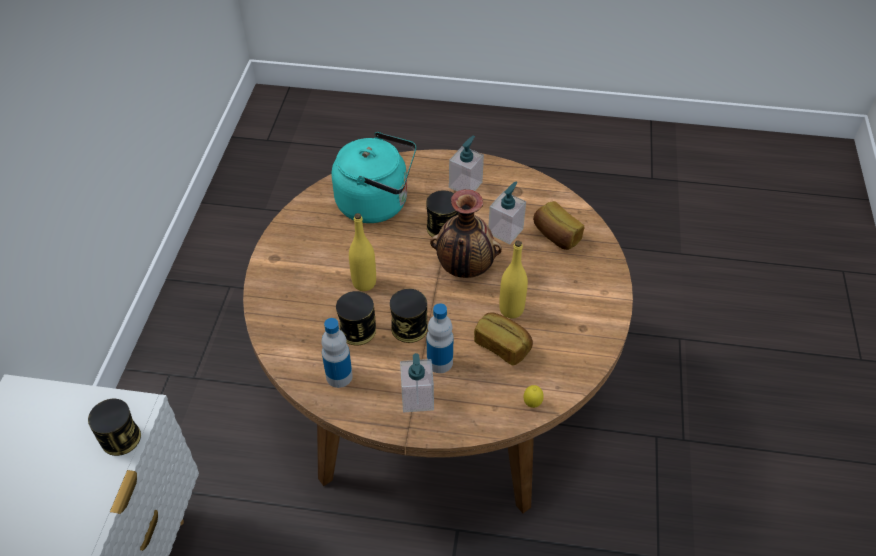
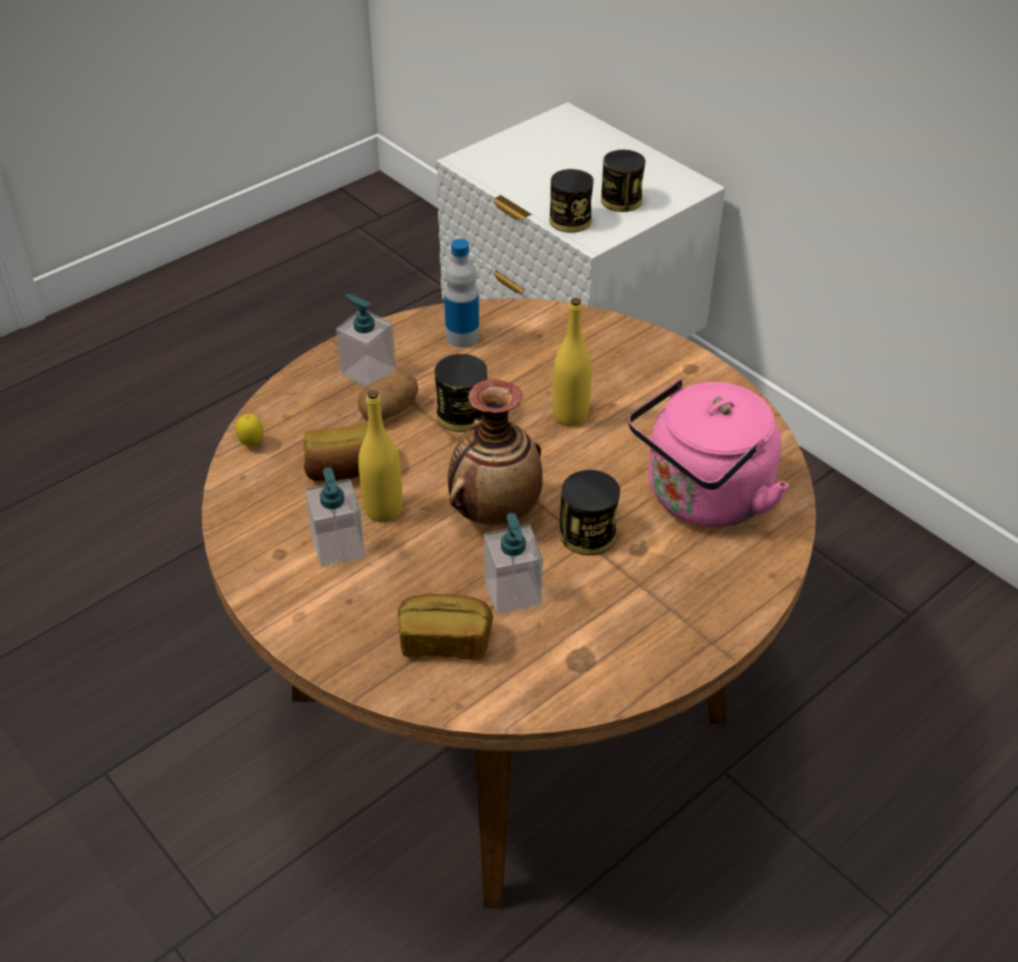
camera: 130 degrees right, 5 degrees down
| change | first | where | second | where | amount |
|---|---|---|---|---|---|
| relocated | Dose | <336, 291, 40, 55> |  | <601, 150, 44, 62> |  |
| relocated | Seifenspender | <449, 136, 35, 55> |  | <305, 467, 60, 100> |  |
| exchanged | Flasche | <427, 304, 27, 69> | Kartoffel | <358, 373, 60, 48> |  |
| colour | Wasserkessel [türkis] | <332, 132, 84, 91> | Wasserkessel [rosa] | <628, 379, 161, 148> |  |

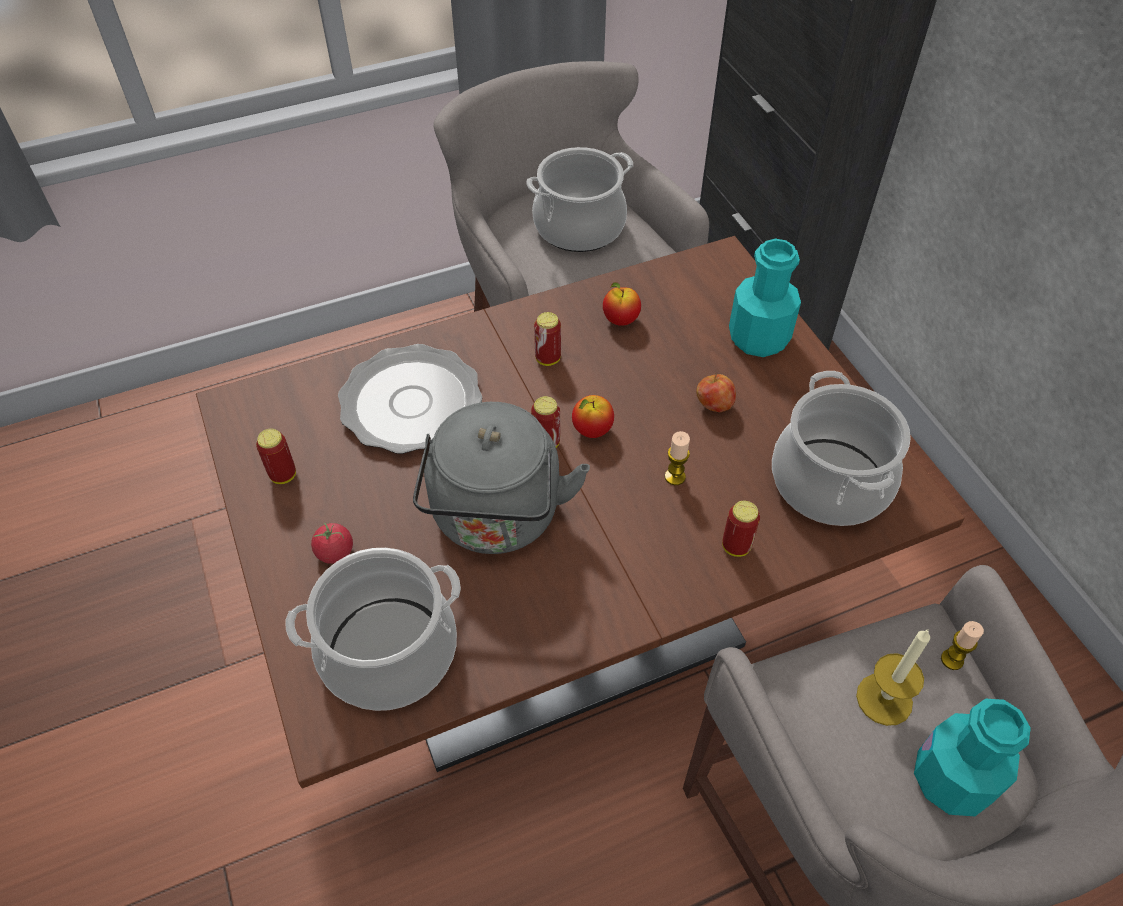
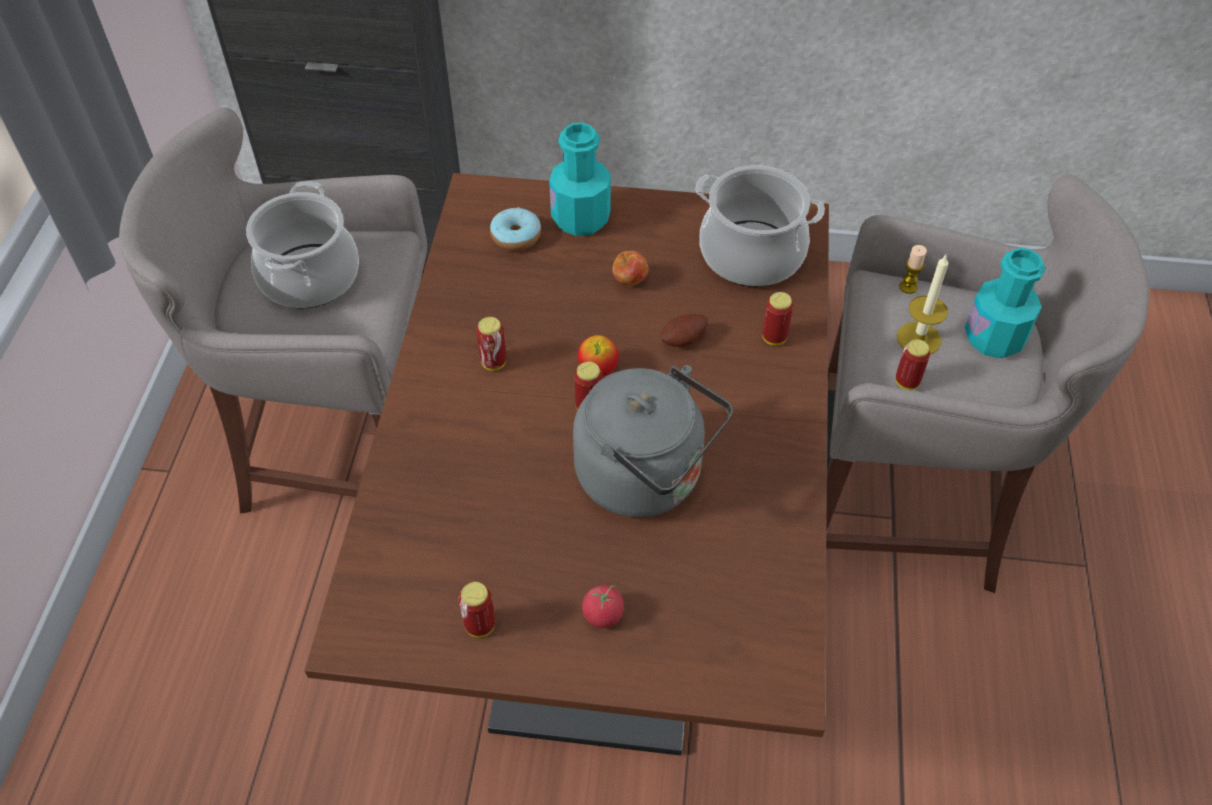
camera: 60 degrees left, 0 degrees up
| change | first | where | second | where | amount |
|---|---|---|---|---|---|
| missing | Kochtopf | <285, 548, 176, 163> |  |  |  |
| missing | Teller | <338, 344, 144, 110> |  |  |  |
| missing | Apfel | <603, 282, 38, 44> |  |  |  |
| appeared |  |  | Donut | <490, 207, 51, 44> |  |
| appeared |  |  | Dose | <895, 339, 35, 51> |  |
| exchanged | Kerze | <665, 431, 25, 54> | Kartoffel | <661, 314, 47, 33> |  |

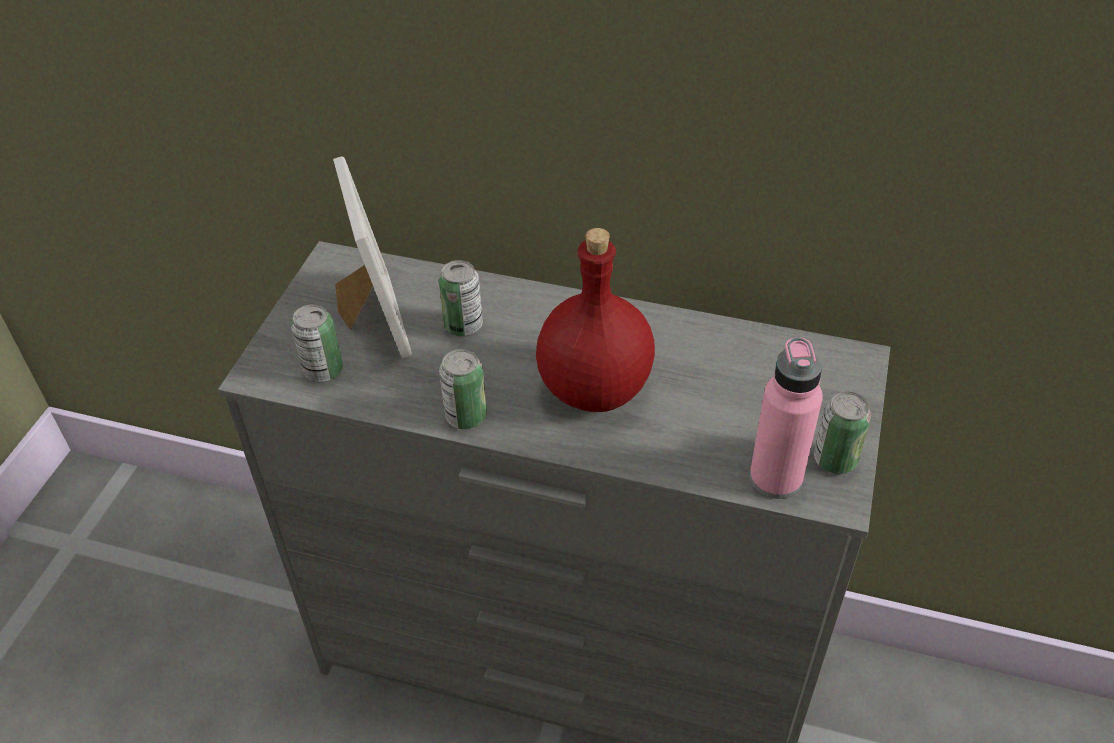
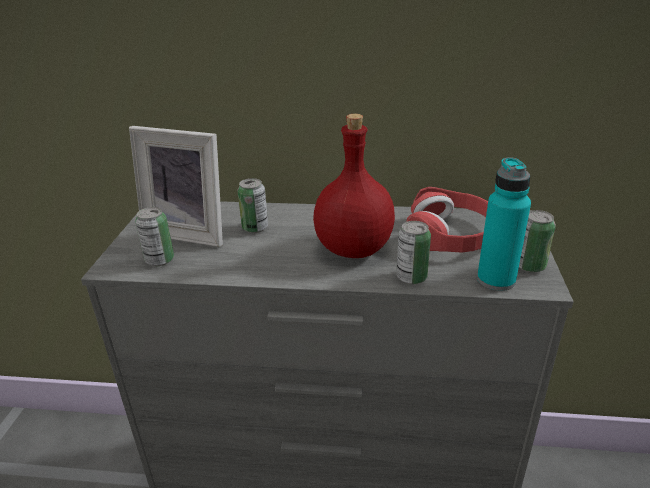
camera: 10 degrees left, 15 degrees down
| change | first | where | second | where | amount |
|---|---|---|---|---|---|
| appeared |  |  | Kopfhörer [rot] | <406, 187, 82, 66> |  |
| relocated | Dose | <439, 349, 48, 80> |  | <396, 221, 35, 63> |  |
| colour | Flasche [rosa] | <750, 337, 73, 162> | Flasche [türkis] | <477, 157, 54, 134> |  |
| spun | Bilderrahmen | <333, 156, 79, 203> |  | <129, 126, 94, 121> | 135 degrees clockwise |

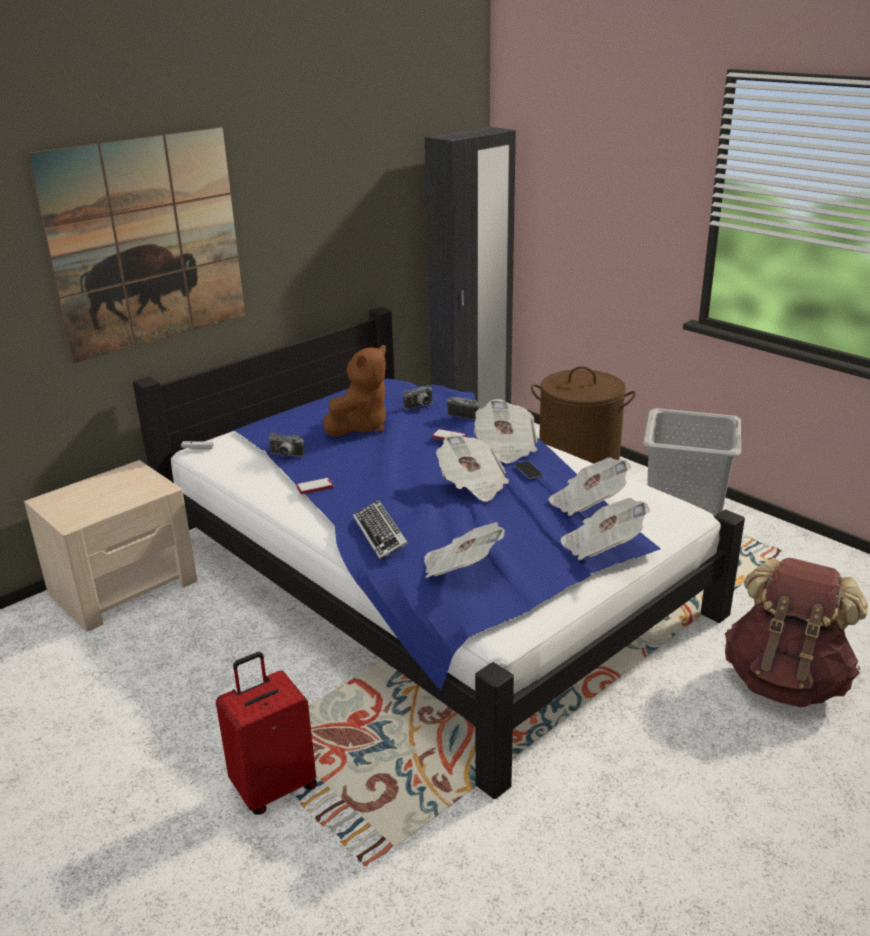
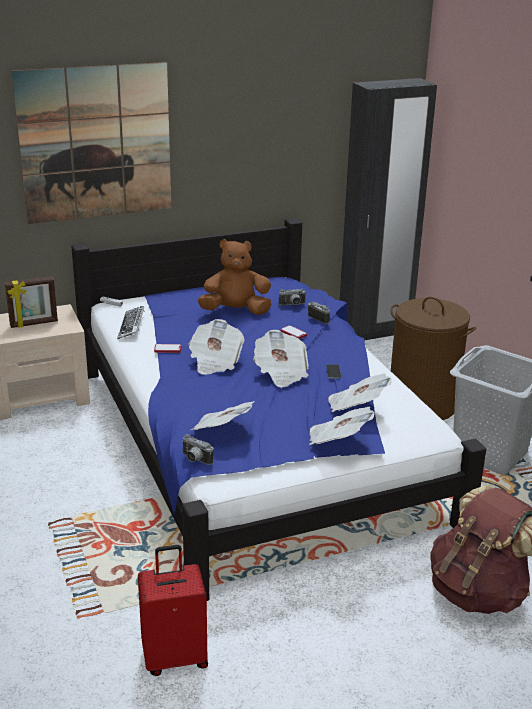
camera: 20 degrees right, 0 degrees up
| change | first | where | second | where | amount |
|---|---|---|---|---|---|
| appeared |  |  | Bilderrahmen | <5, 276, 53, 52> |  |
| relocated | Koffer [rot] | <216, 652, 101, 163> |  | <138, 545, 70, 131> |  |
| relocated | Kamera | <268, 433, 37, 24> |  | <182, 434, 32, 31> |  |
| relocated | Tastatur | <353, 500, 55, 60> |  | <117, 306, 27, 33> |  |
| relocated | Zeitung | <474, 399, 63, 64> |  | <188, 319, 57, 56> |  |
| spun | Plüschtier [braun] | <323, 345, 63, 92> |  | <198, 239, 73, 76> | 150 degrees counterclockwise |

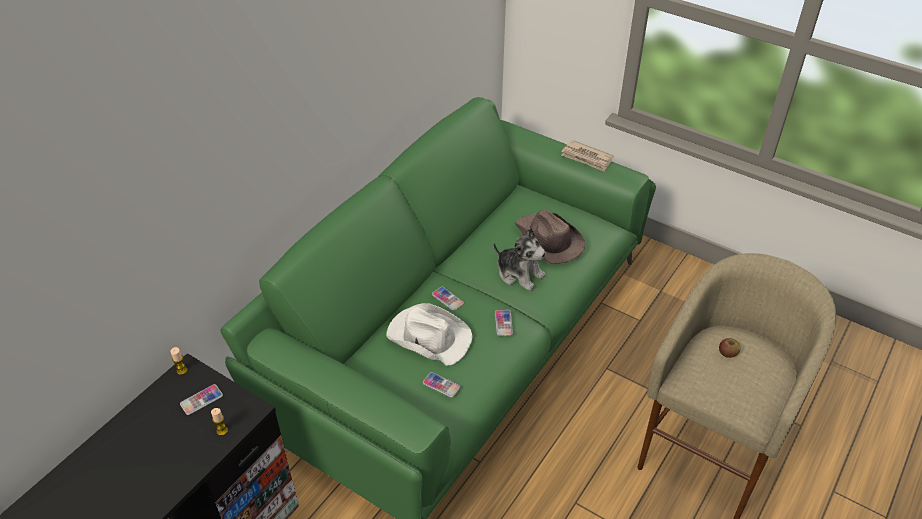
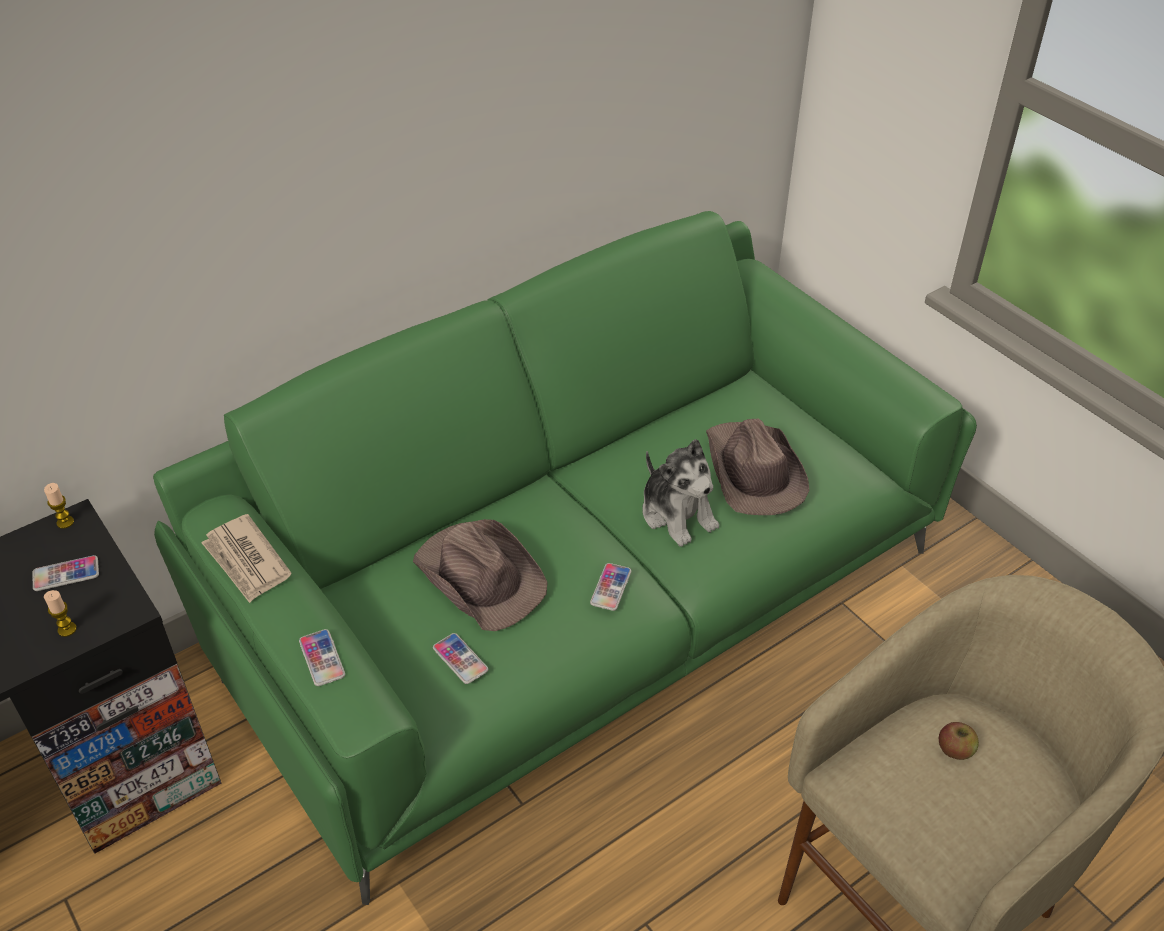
camera: 20 degrees right, 0 degrees up
| change | first | where | second | where | amount |
|---|---|---|---|---|---|
| relocated | Handy | <432, 287, 32, 24> |  | <299, 629, 46, 57> |  |
| relocated | Zeitung | <561, 140, 53, 32> |  | <201, 514, 91, 89> |  |
| colour | Hut [weiß] | <386, 303, 87, 63> | Hut [braun] | <413, 519, 135, 112> |  |

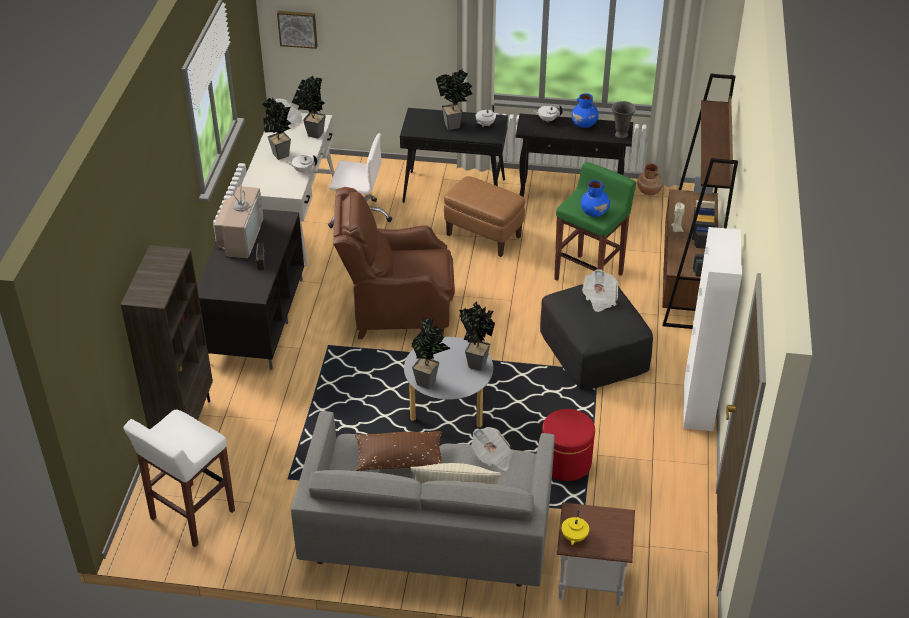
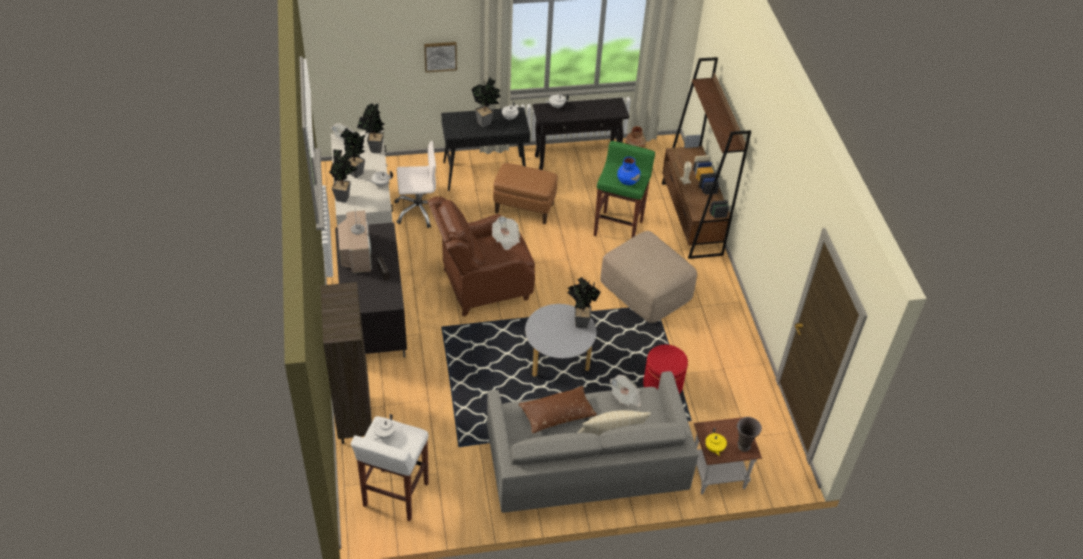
camera: 20 degrees left, 5 degrees up
| change | first | where | second | where | amount |
|---|---|---|---|---|---|
| missing | Vase [blau] | <572, 93, 27, 35> |  |  |  |
| missing | Schrank [weiß] | <683, 227, 59, 204> |  |  |  |
| appeared |  |  | Teekanne [weiß] | <373, 414, 22, 26> |  |
| relocated | Bild | <277, 11, 41, 38> |  | <424, 42, 33, 30> |  |
| relocated | Topfpflanze | <411, 317, 40, 72> |  | <329, 149, 29, 54> |  |
| relocated | Zeitung | <582, 269, 37, 43> |  | <492, 216, 28, 34> |  |
| relocated | Vase [grau] | <612, 101, 24, 37> |  | <737, 417, 25, 35> |  |
| colour | Polsterhocker [schwarz] | <540, 284, 113, 106> | Polsterhocker [beige] | <600, 231, 97, 92> |  |

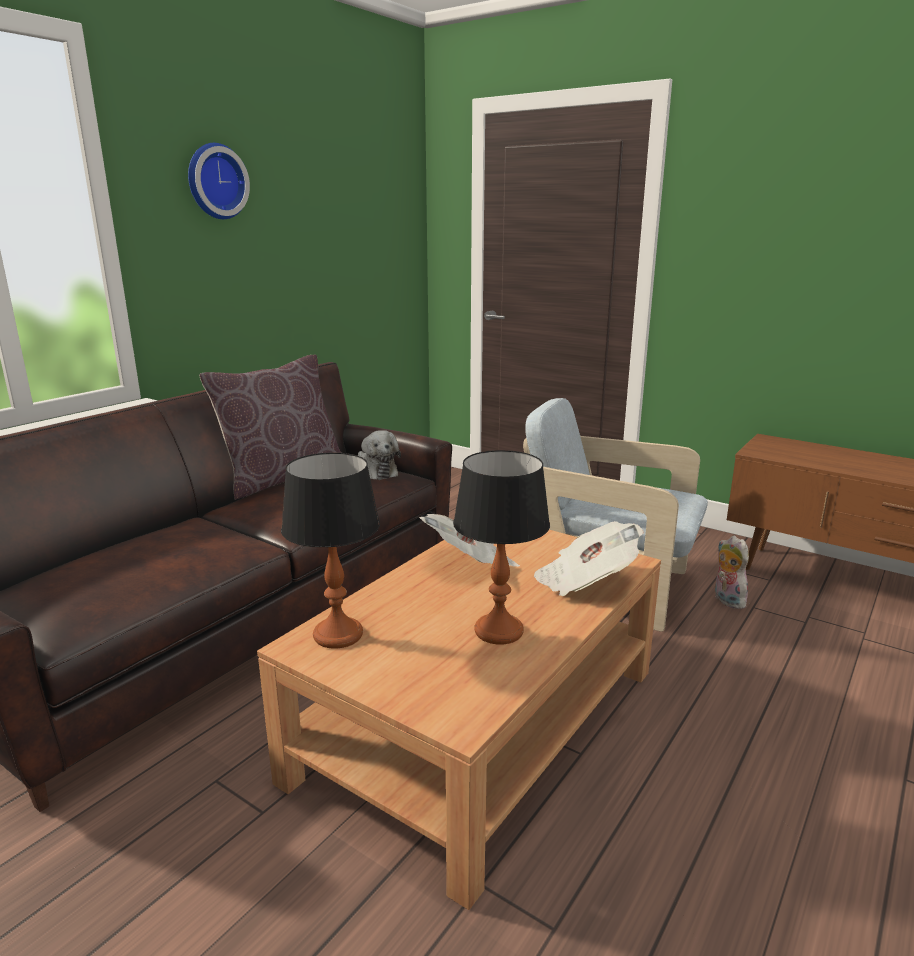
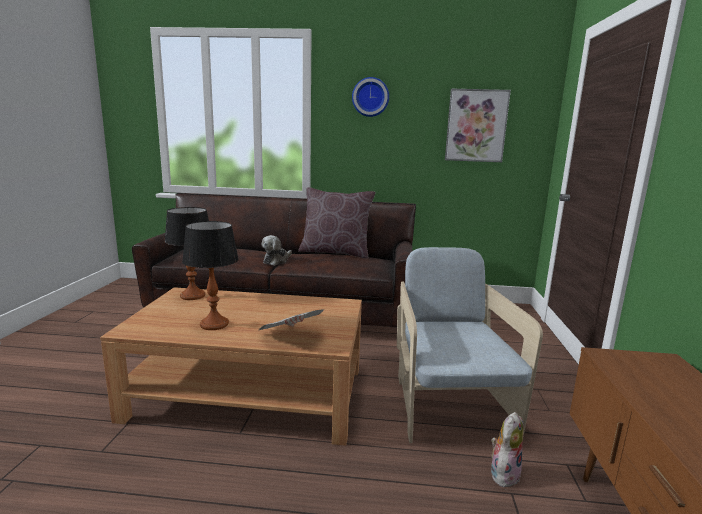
camera: 60 degrees right, 5 degrees down
| change | first | where | second | where | amount |
|---|---|---|---|---|---|
| missing | Zeitung | <419, 514, 101, 53> |  |  |  |
| appeared |  |  | Bild | <445, 89, 66, 73> |  |
| relocated | Plüschtier | <358, 430, 43, 50> |  | <261, 235, 31, 31> |  |

